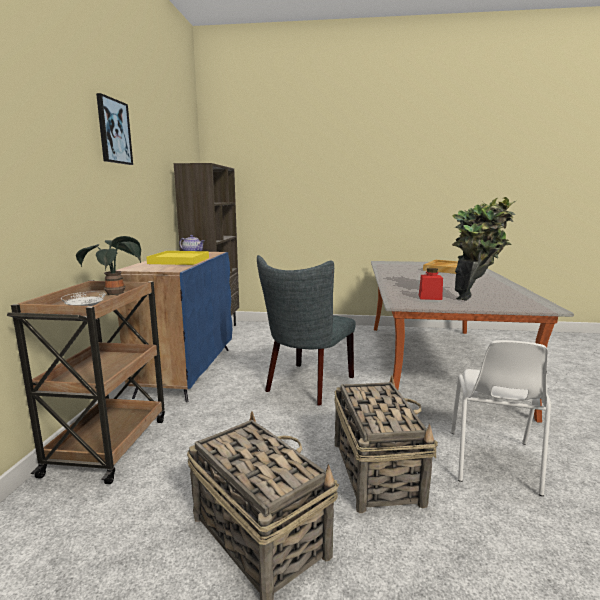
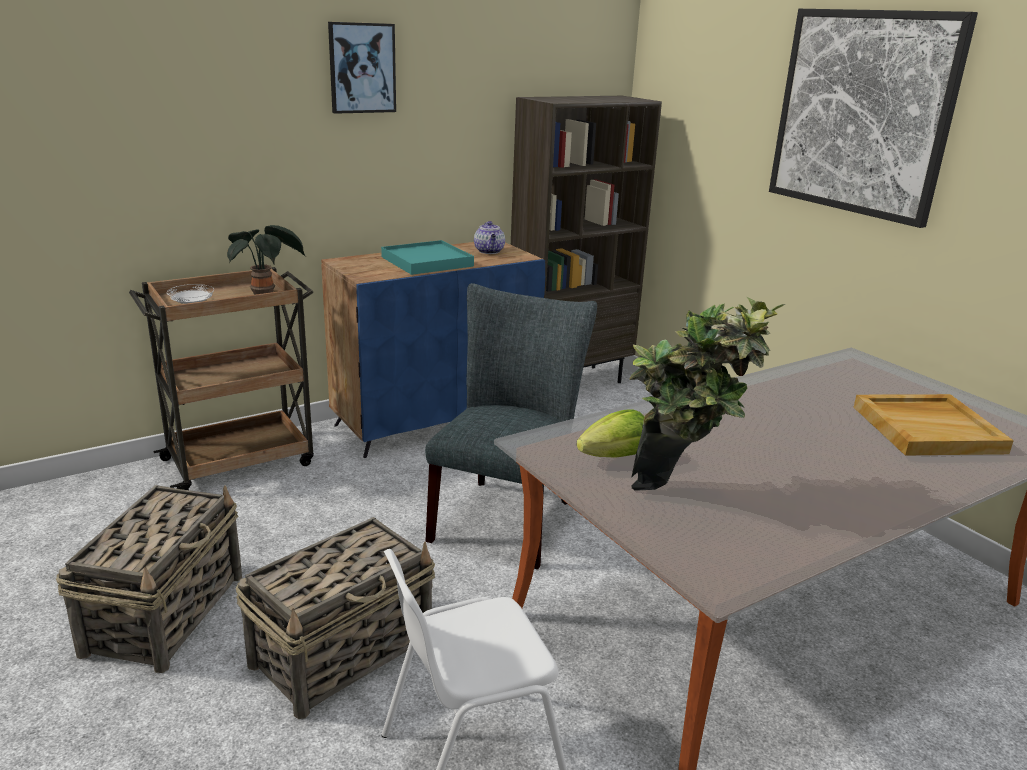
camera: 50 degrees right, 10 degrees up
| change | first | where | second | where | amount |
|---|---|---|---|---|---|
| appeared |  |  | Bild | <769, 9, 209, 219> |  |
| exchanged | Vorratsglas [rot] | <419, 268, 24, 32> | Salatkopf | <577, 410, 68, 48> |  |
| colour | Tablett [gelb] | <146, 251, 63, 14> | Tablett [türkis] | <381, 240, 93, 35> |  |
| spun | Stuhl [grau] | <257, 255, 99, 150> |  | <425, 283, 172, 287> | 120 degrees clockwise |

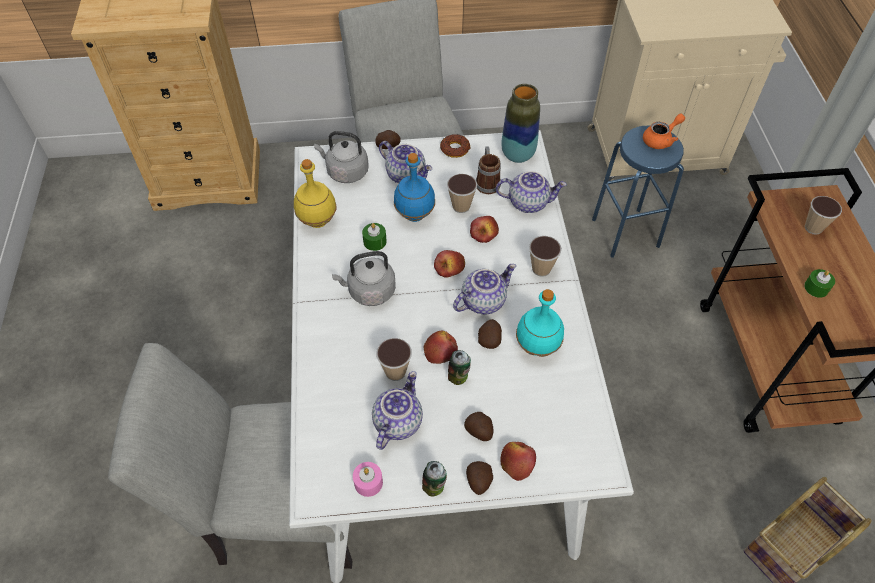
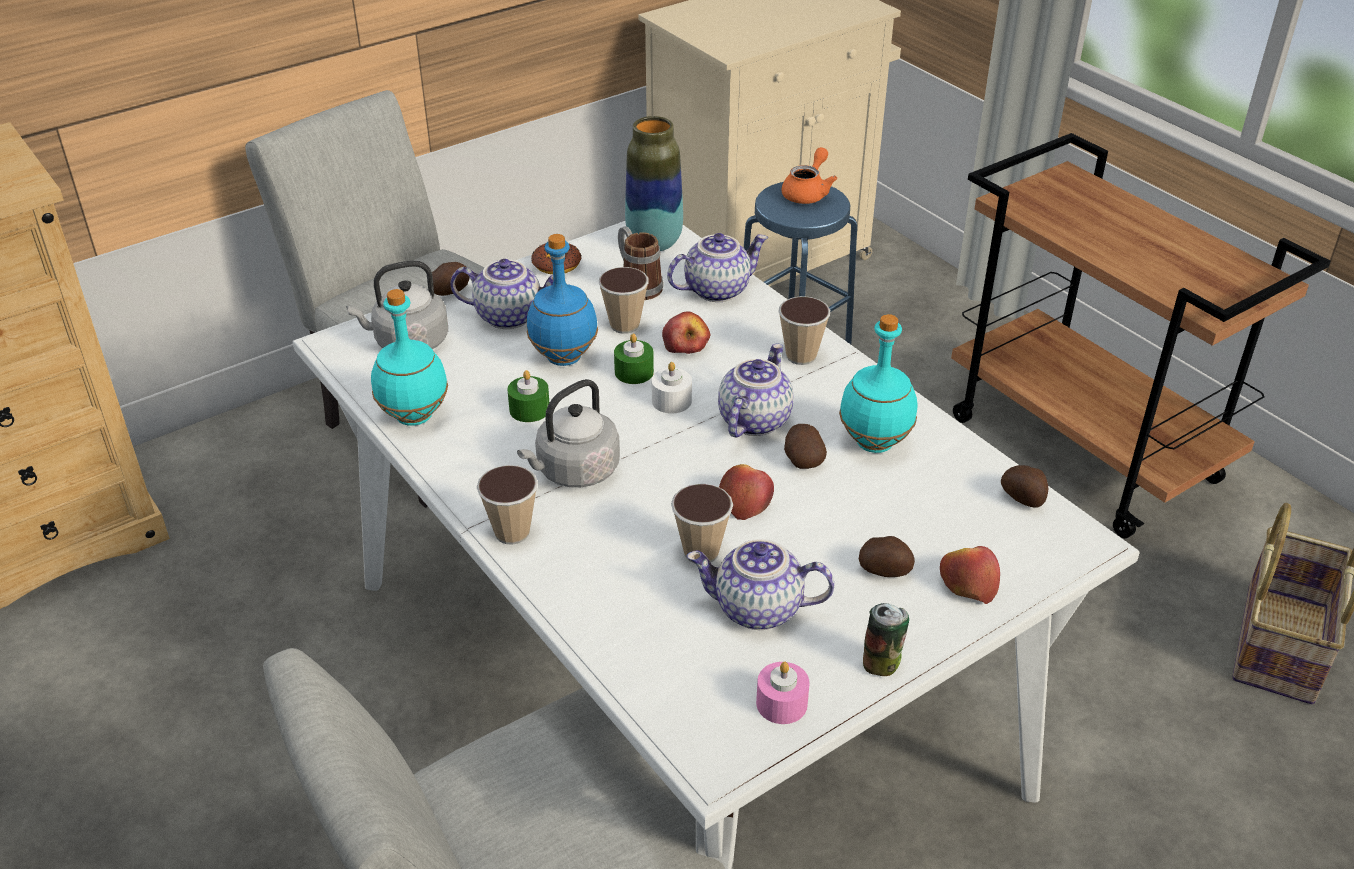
camera: 30 degrees left, 15 degrees down
| change | first | where | second | where | amount |
|---|---|---|---|---|---|
| missing | Dose | <448, 350, 23, 35> |  |  |  |
| relocated | Kartoffel | <466, 461, 27, 34> |  | <1001, 465, 47, 43> |  |
| relocated | Kerze [grün] | <804, 269, 31, 29> |  | <614, 334, 40, 50> |  |
| relocated | Tasse | <805, 196, 37, 39> |  | <477, 465, 61, 80> |  |
| exchanged | Apfel | <434, 250, 31, 28> | Kerze [weiß] | <651, 362, 41, 52> |  |
| colour | Flasche [gelb] | <294, 159, 42, 69> | Flasche [türkis] | <371, 289, 77, 137> |  |
| spun | Teekanne | <372, 371, 51, 79> |  | <686, 539, 148, 91> | 75 degrees counterclockwise |

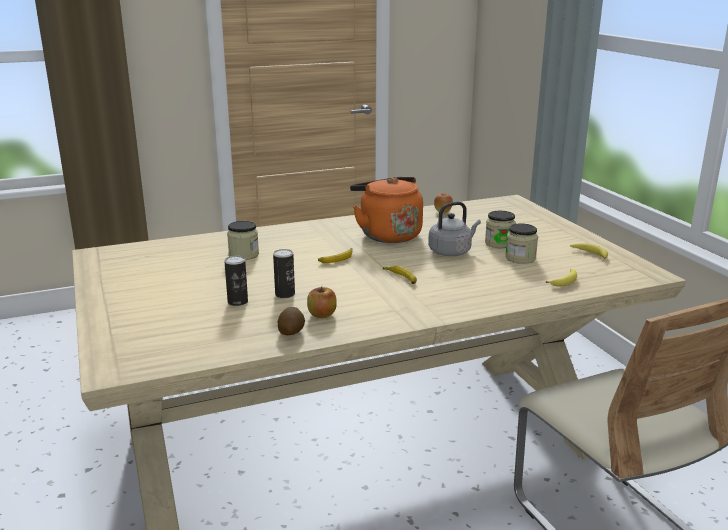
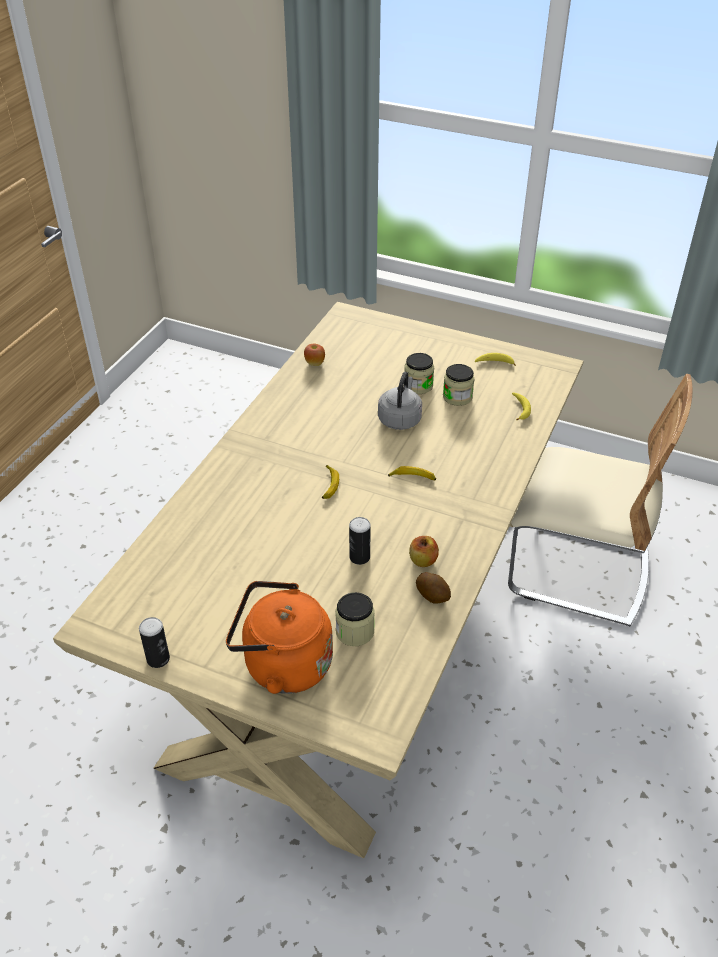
camera: 45 degrees left, 20 degrees up
| change | first | where | second | where | amount |
|---|---|---|---|---|---|
| relocated | Dose | <224, 256, 24, 50> |  | <139, 617, 31, 51> |  |
| relocated | Vorratsglas | <227, 221, 32, 39> |  | <335, 592, 40, 54> |  |
| relocated | Wasserkessel [orange] | <350, 177, 73, 66> |  | <226, 581, 107, 113> |  |

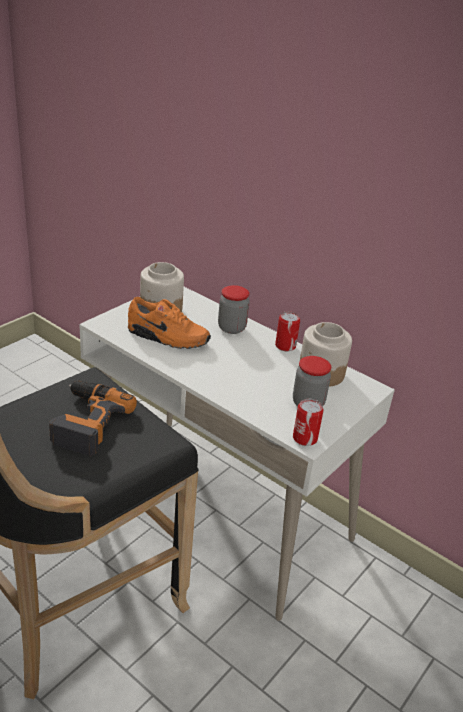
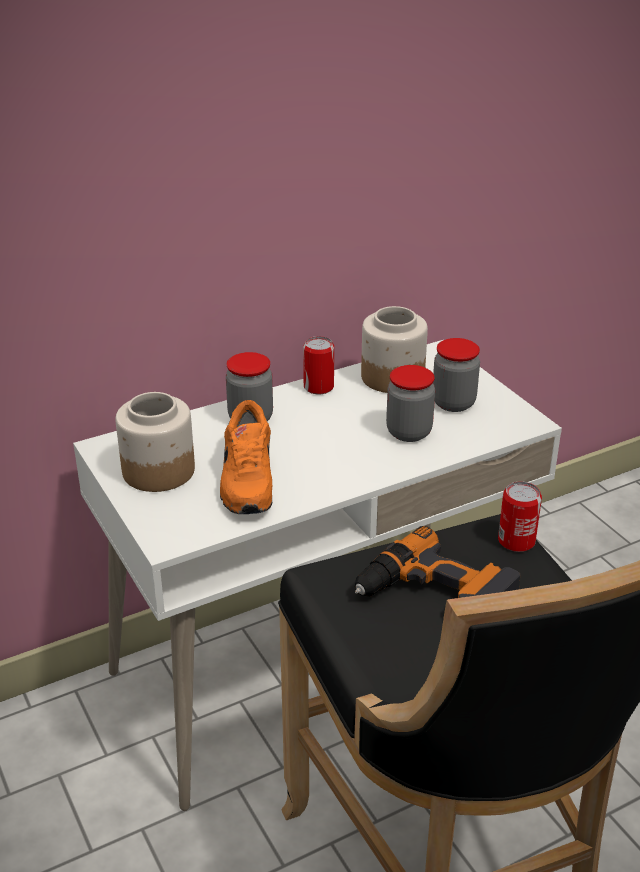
camera: 65 degrees left, 0 degrees up
| change | first | where | second | where | amount |
|---|---|---|---|---|---|
| appeared |  |  | Vorratsglas | <386, 365, 49, 77> |  |
| relocated | Dose | <293, 399, 31, 47> |  | <498, 481, 44, 71> |  |
| spun | Schuh [orange] | <128, 297, 83, 52> |  | <220, 400, 52, 114> | 135 degrees clockwise |

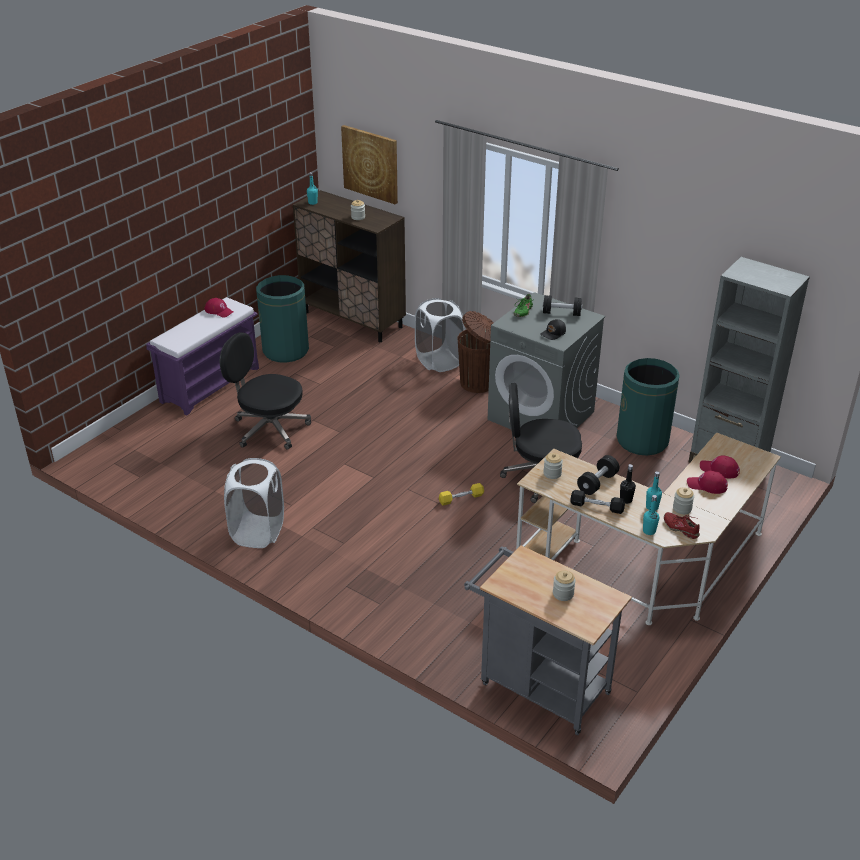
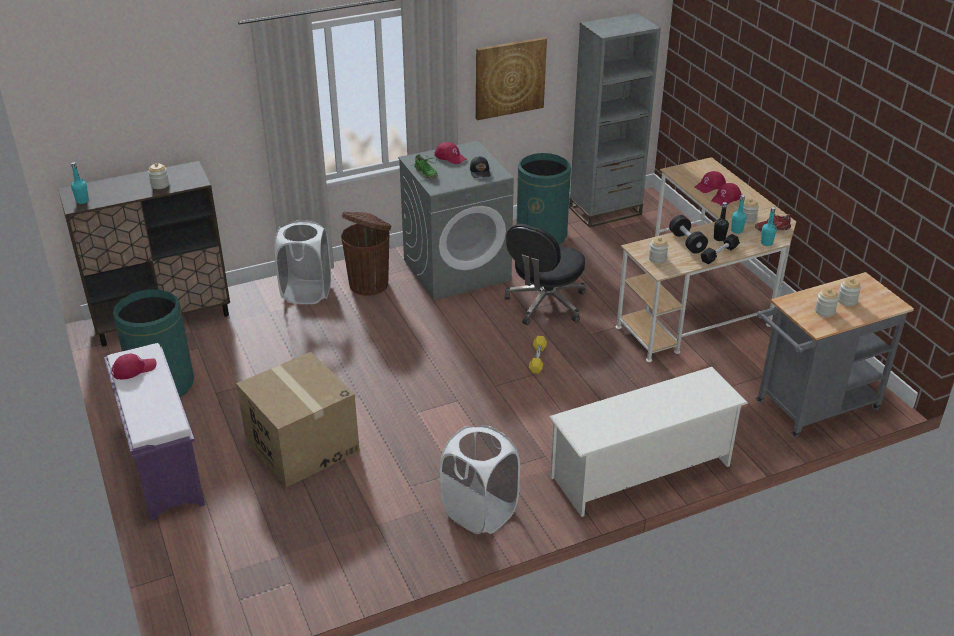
camera: 60 degrees left, 0 degrees up
| change | first | where | second | where | amount |
|---|---|---|---|---|---|
| appeared |  |  | Schuhregal [weiß] | <550, 367, 198, 150> |  |
| appeared |  |  | Vorratsglas | <815, 288, 24, 29> |  |
| relocated | Bild | <341, 125, 57, 79> |  | <476, 37, 71, 83> |  |
| exchanged | Bürostuhl [schwarz] | <220, 332, 91, 118> | Karton | <236, 352, 124, 135> |  |
| exchanged | Hantel [schwarz] | <543, 295, 39, 21> | Kappe [rot] | <434, 142, 32, 22> |  |

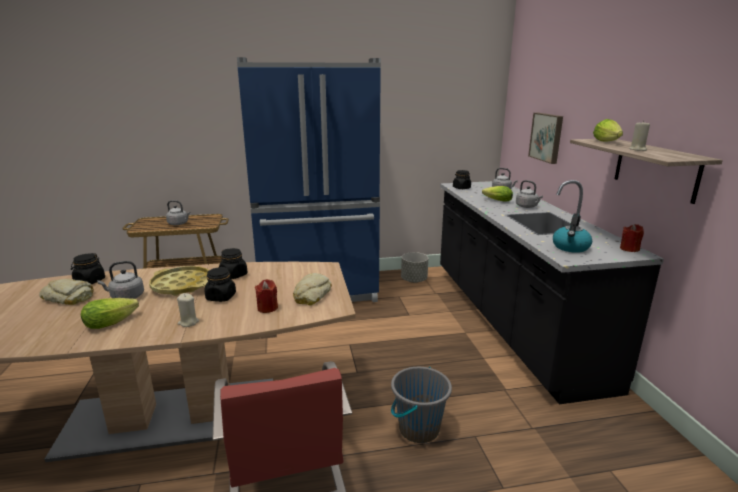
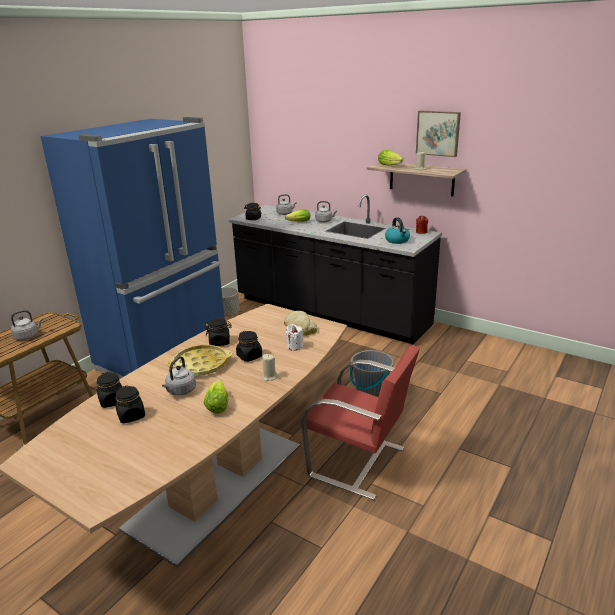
camera: 45 degrees left, 5 degrees up
| change | first | where | second | where | amount |
|---|---|---|---|---|---|
| relocated | Bild | <528, 113, 35, 51> |  | <416, 111, 45, 46> |  |
| exchanged | Brot | <39, 279, 55, 26> | Vorratsglas [schwarz] | <115, 385, 30, 38> |  |
| colour | Kerze [rot] | <255, 279, 23, 34> | Kerze [weiß] | <286, 324, 18, 27> |  |

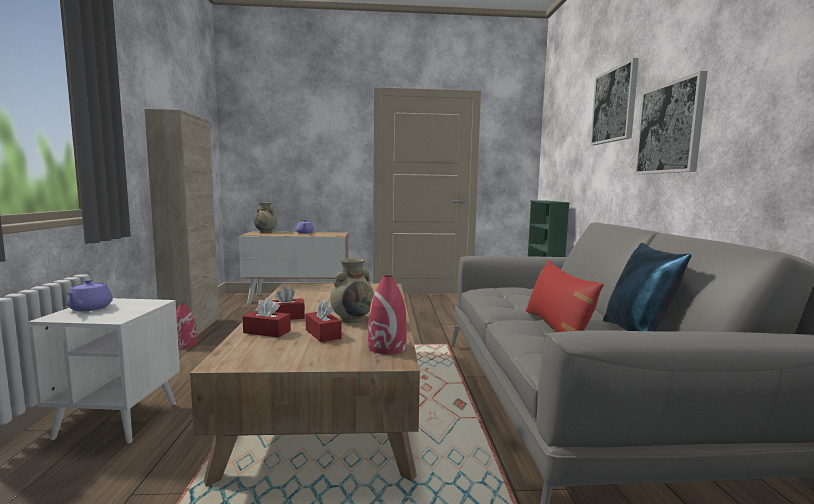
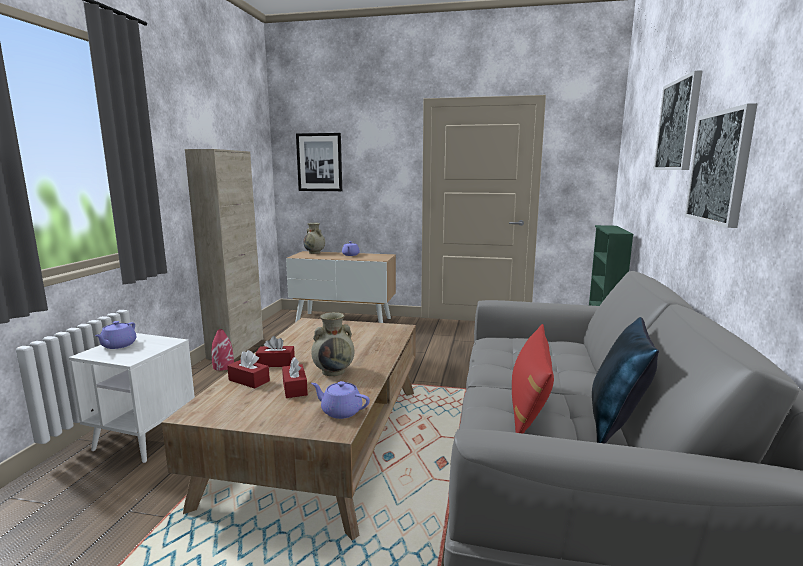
camera: 15 degrees right, 5 degrees up
| change | first | where | second | where | amount |
|---|---|---|---|---|---|
| appeared |  |  | Bild | <296, 133, 46, 58> |  |
| exchanged | Vase [rot] | <368, 275, 39, 79> | Teekanne [lila] | <311, 381, 59, 38> |  |

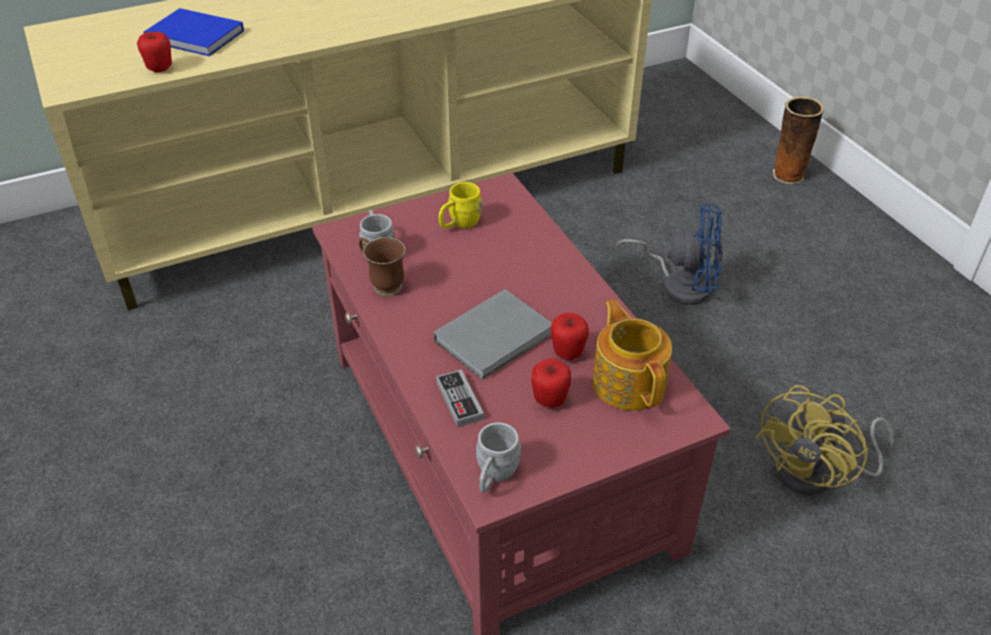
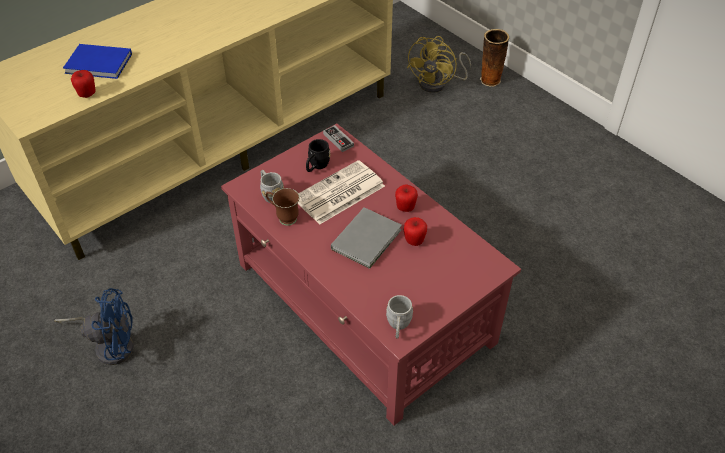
camera: 15 degrees left, 5 degrees up
| change | first | where | second | where | amount |
|---|---|---|---|---|---|
| missing | Teekanne | <592, 300, 80, 111> |  |  |  |
| appeared |  |  | Zeitung | <298, 160, 87, 65> |  |
| relocated | Gamepad | <436, 369, 48, 58> |  | <323, 125, 31, 27> |  |
| relocated | Apfel | <531, 359, 40, 49> |  | <395, 185, 23, 27> |  |
| relocated | Ventilator [blau] | <616, 203, 107, 102> |  | <54, 288, 80, 77> |  |
| relocated | Ventilator [gelb] | <755, 385, 139, 111> |  | <407, 36, 64, 57> |  |
| colour | Henkelbecher [gelb] | <439, 182, 43, 47> | Henkelbecher [schwarz] | <306, 139, 24, 33> |  |

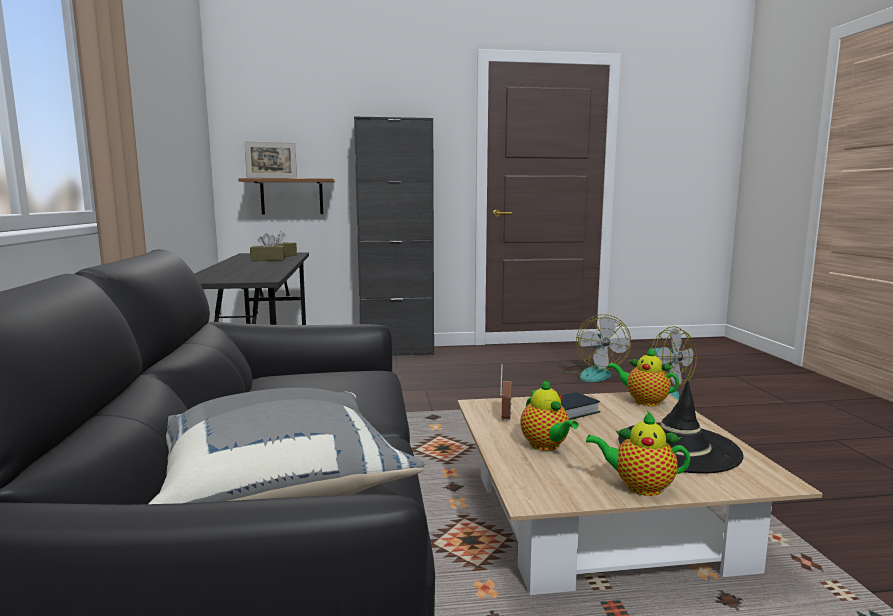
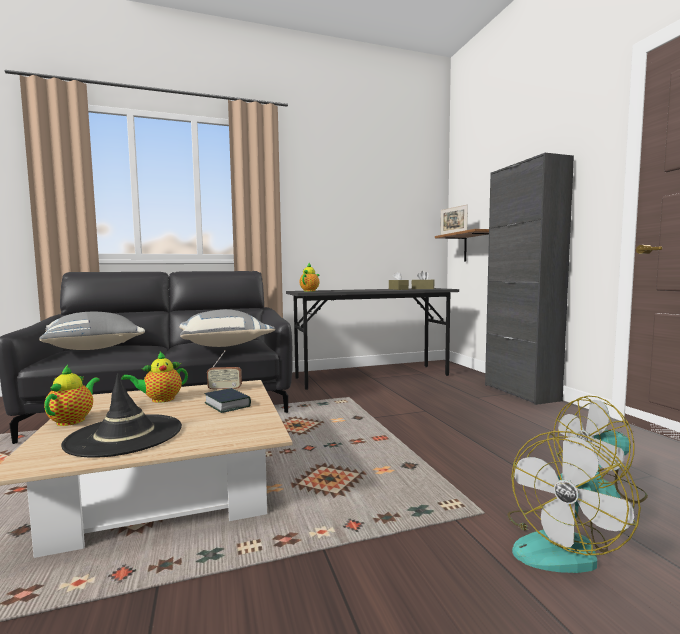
camera: 80 degrees right, 5 degrees down
| change | first | where | second | where | amount |
|---|---|---|---|---|---|
| appeared |  |  | Kissen [grau] | <178, 309, 97, 38> |  |
| relocated | Teekanne | <607, 347, 72, 59> |  | <300, 263, 20, 29> |  |

